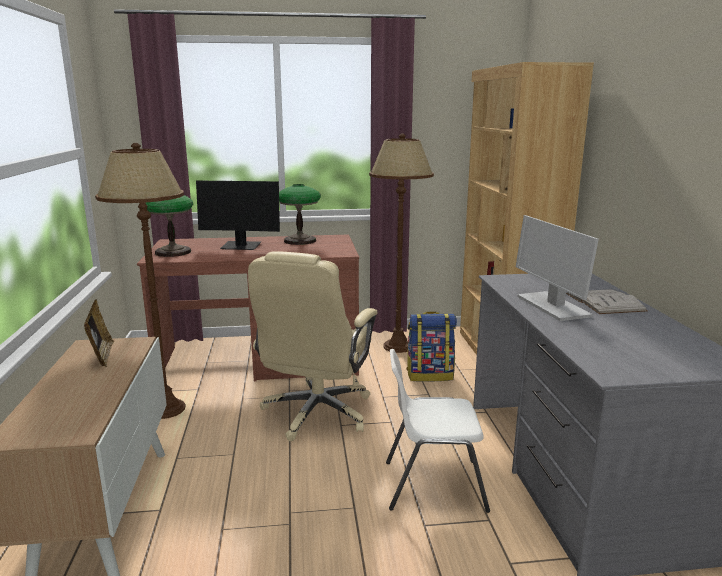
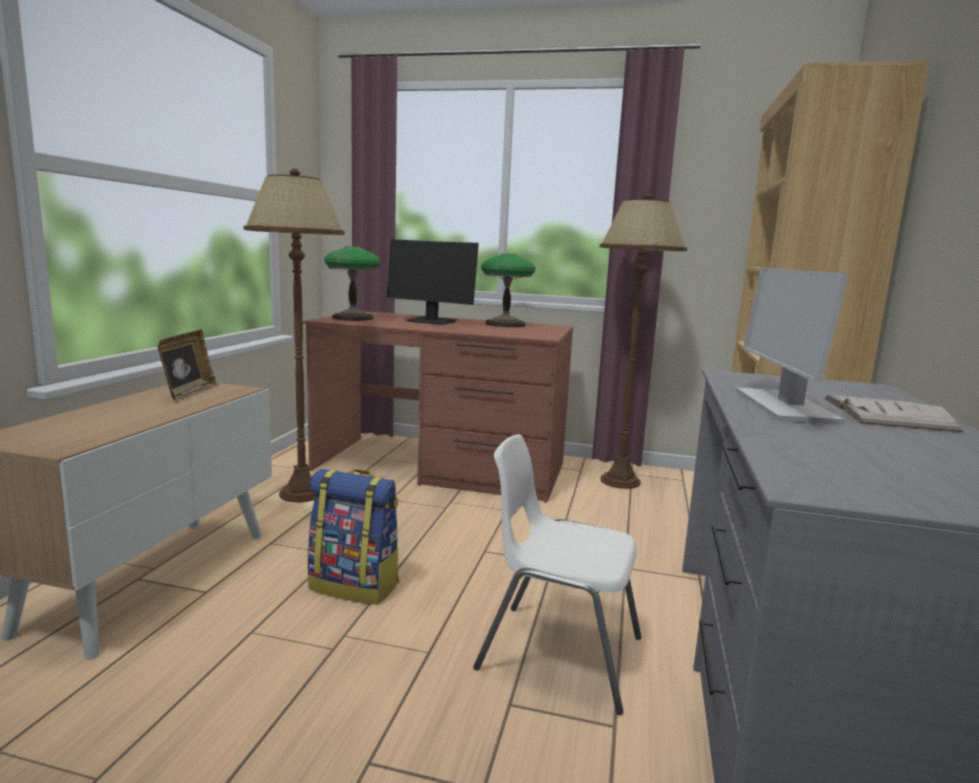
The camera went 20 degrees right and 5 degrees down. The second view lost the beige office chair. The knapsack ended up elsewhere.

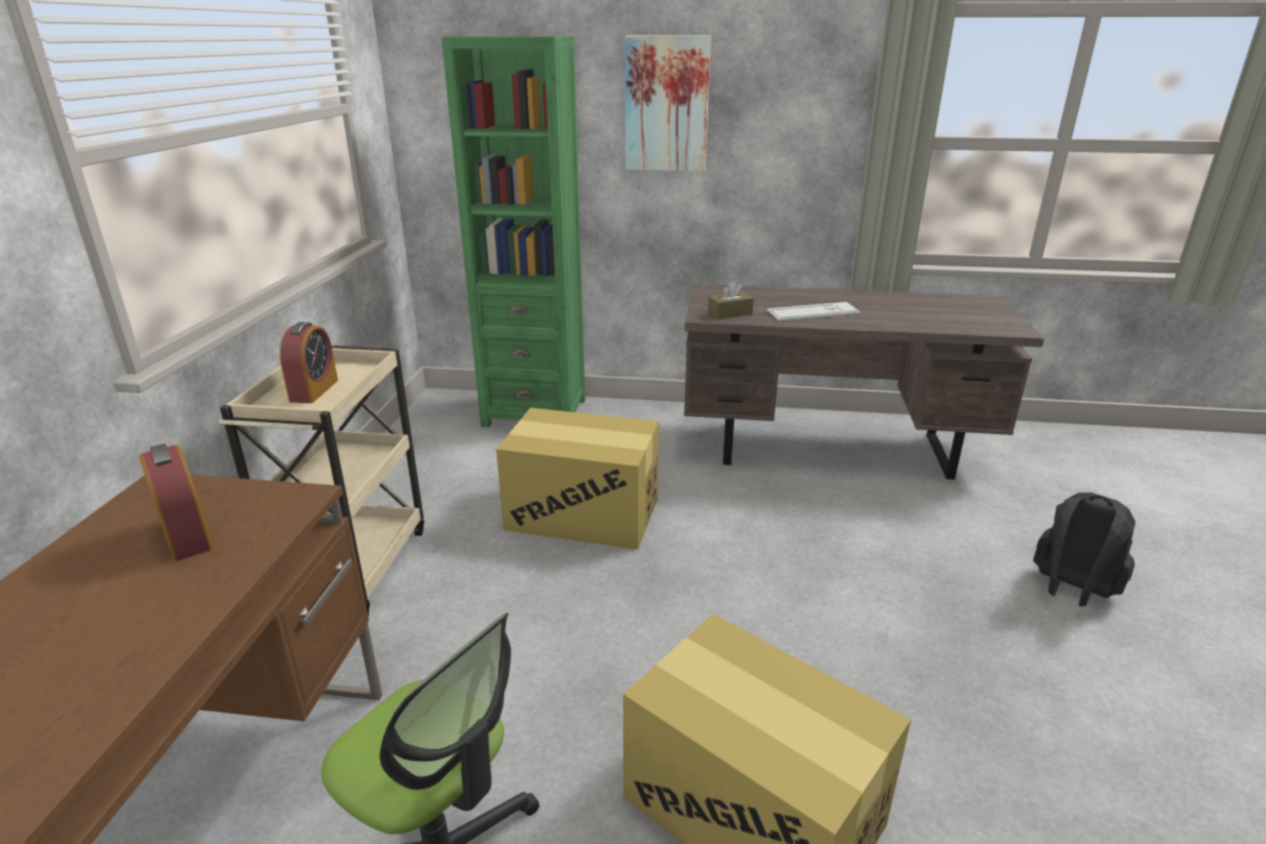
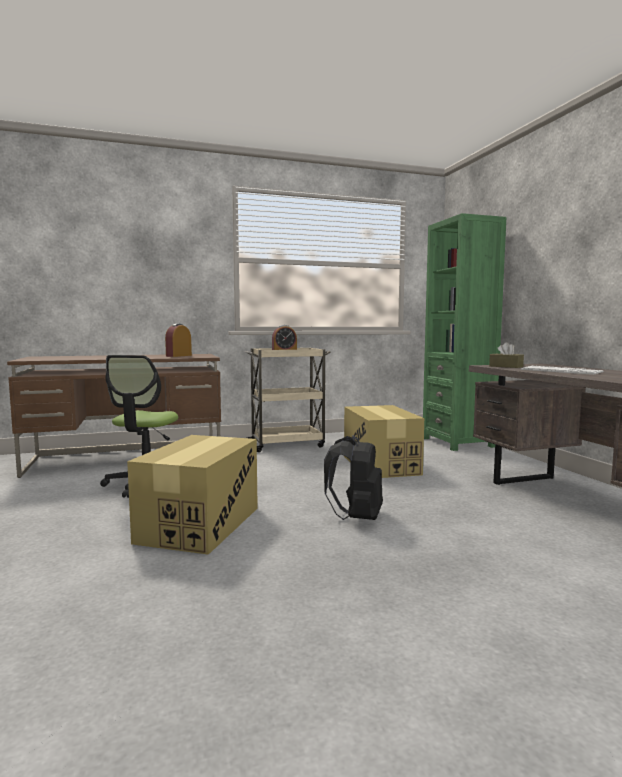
The camera went 65 degrees right and 20 degrees down. The second view lost the wall art. The black knapsack ended up elsewhere.

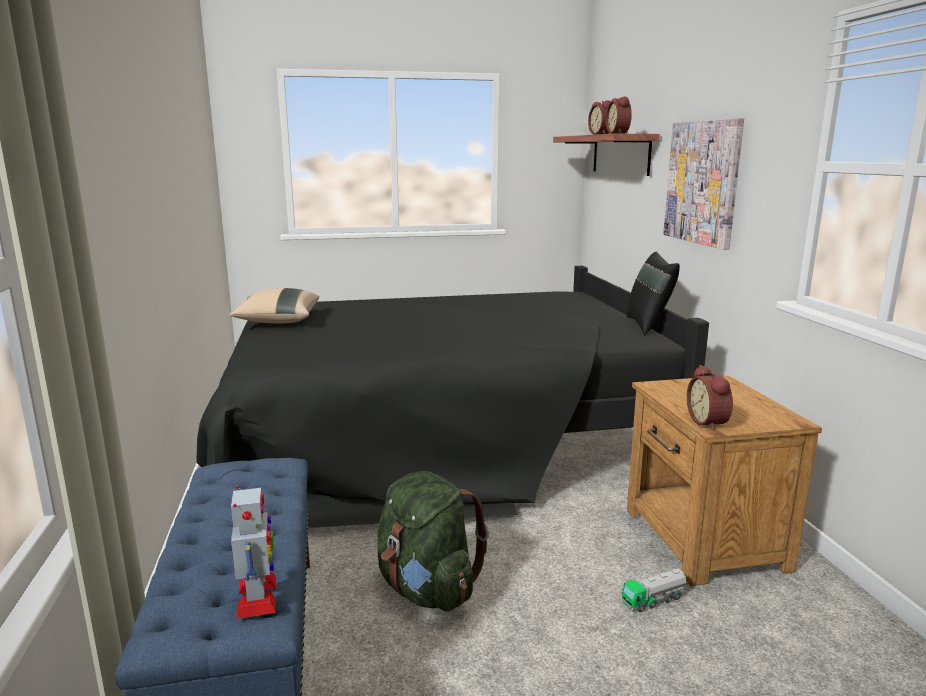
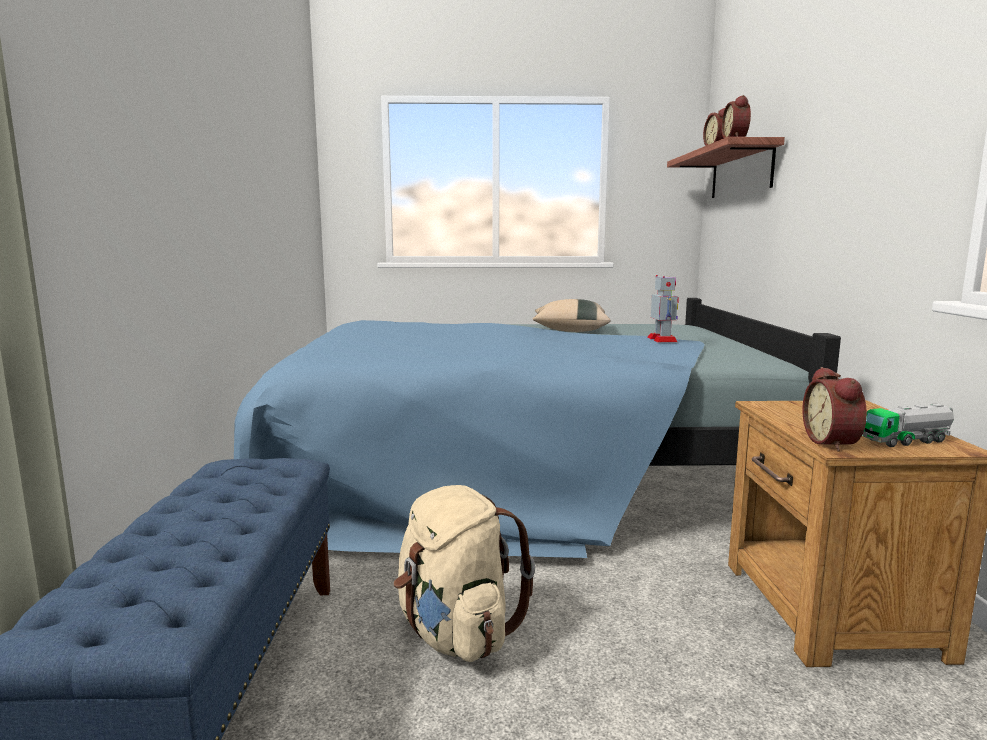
The camera went 10 degrees right and 5 degrees down. The second view lost the wall art. The second view lost the black cushion. What was the black bed turned into the blue bed. The beige cushion ended up elsewhere. What was the green-coloured knapsack turned into the beige knapsack. The toy robot ended up elsewhere. The toy truck ended up elsewhere.

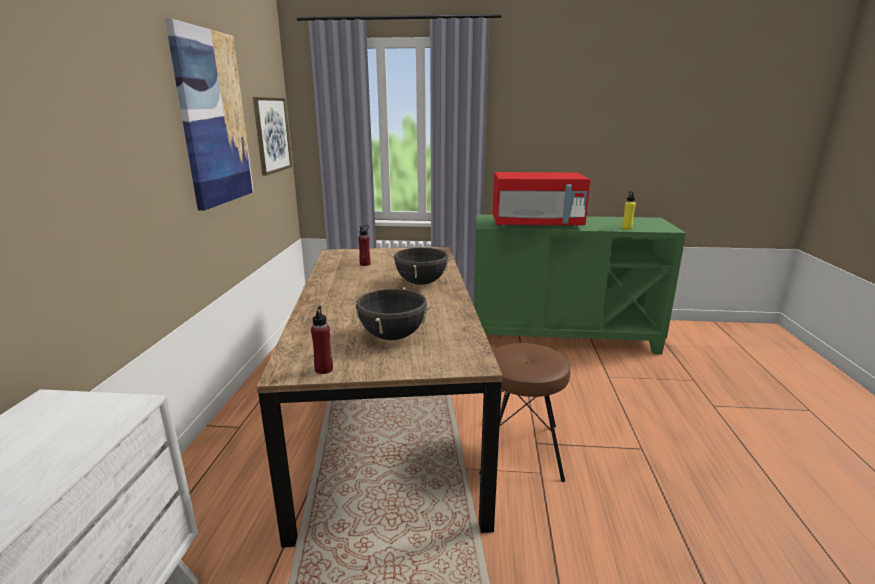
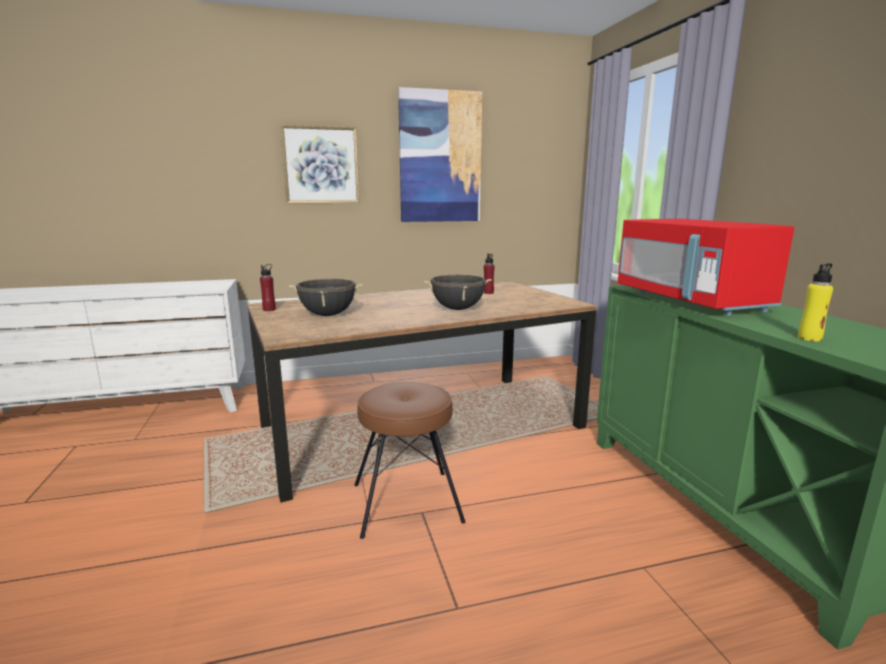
The camera went 70 degrees right and 5 degrees down. The wall art (no. 2 from left in the first image) ended up elsewhere.

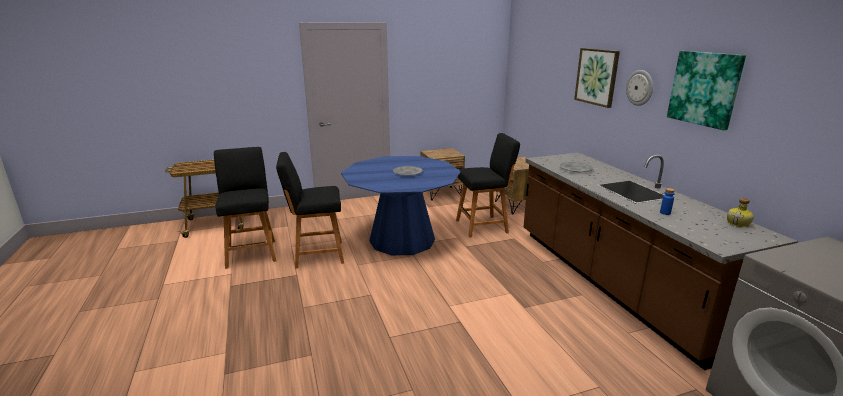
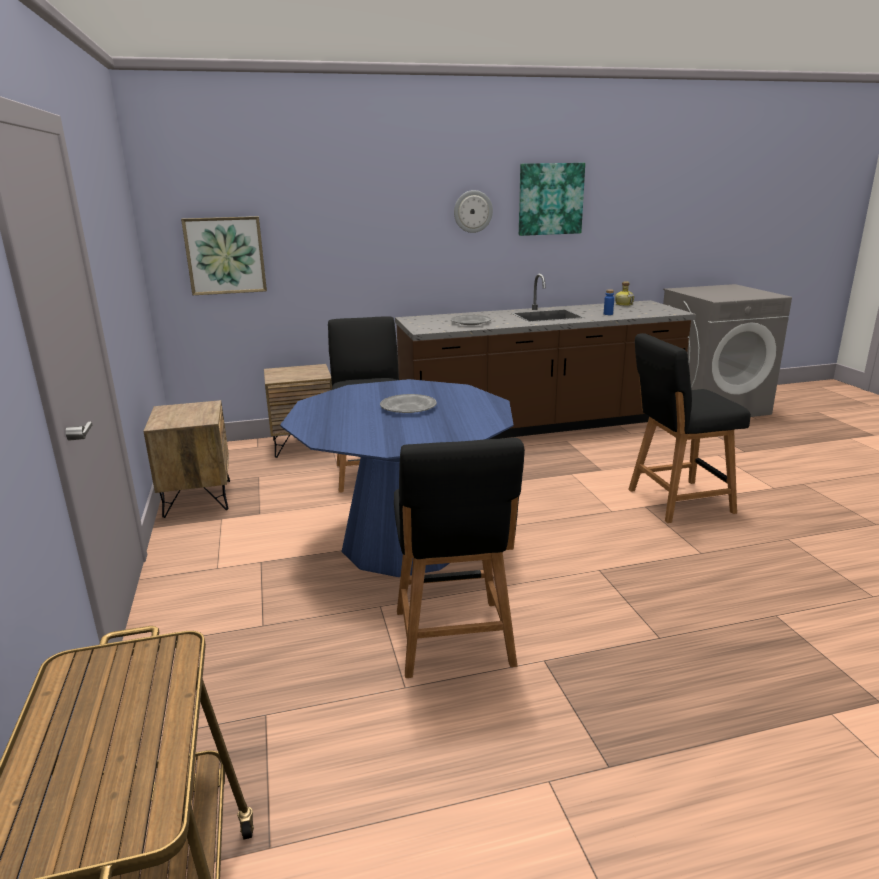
The camera went 85 degrees left and 0 degrees up. The wall art (no. 1 from left) ended up elsewhere. The black sitting stool (no. 1 from left in the first image) ended up elsewhere.

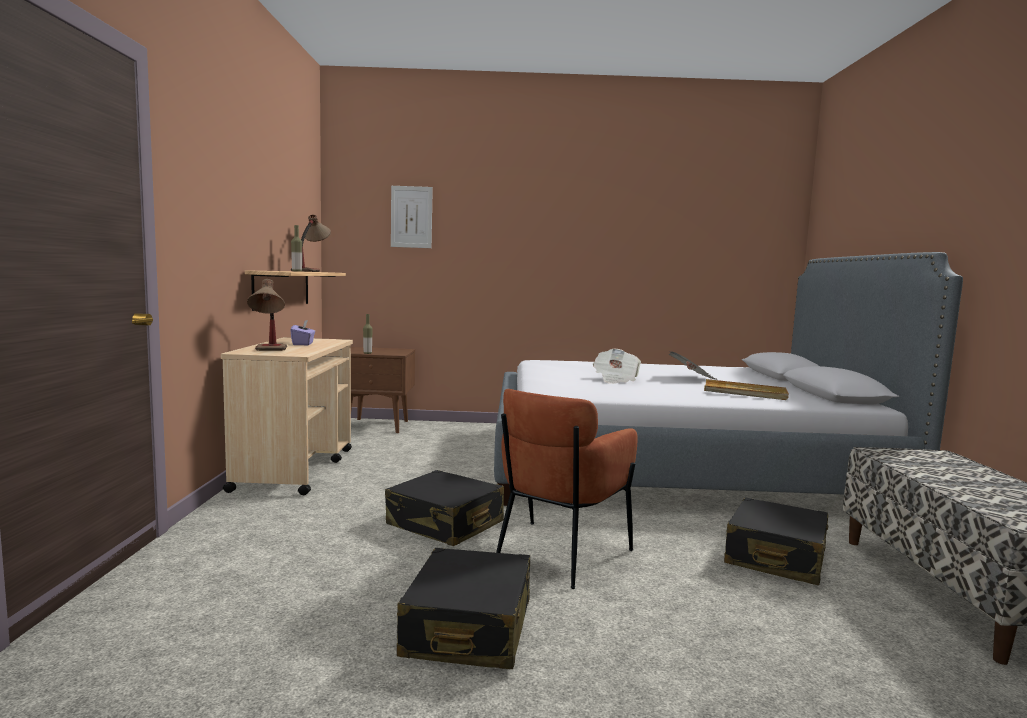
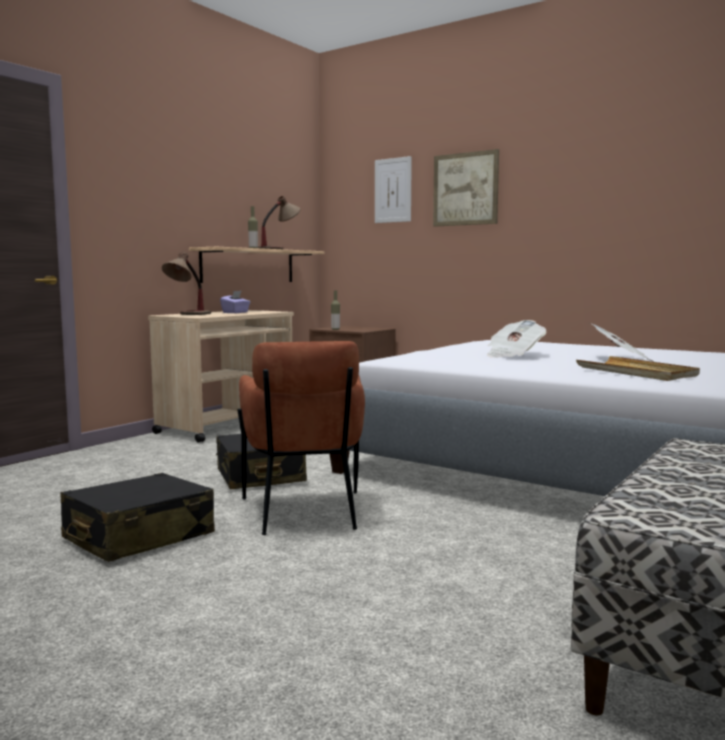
The camera went 35 degrees right and 0 degrees up. The brown-coloured armchair ended up facing another way, 75 degrees counterclockwise from before. The second view lost the black travel case (no. 3 from left). The second view gained the wall art (no. 2 from left).

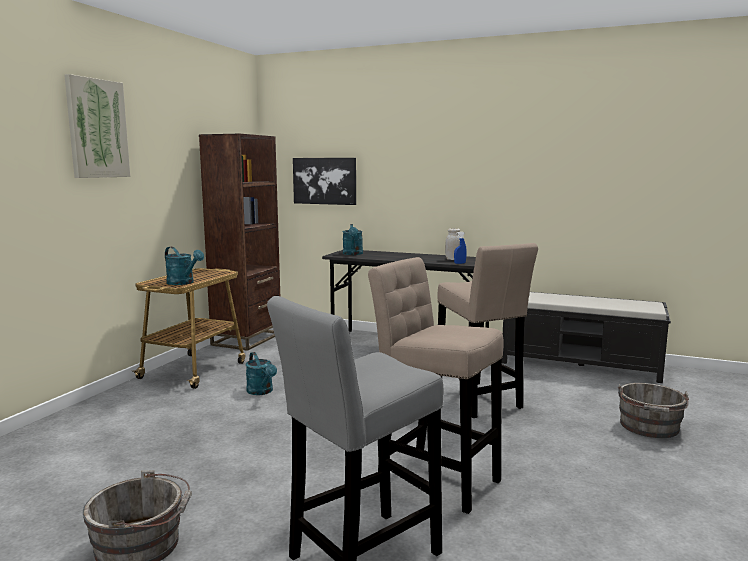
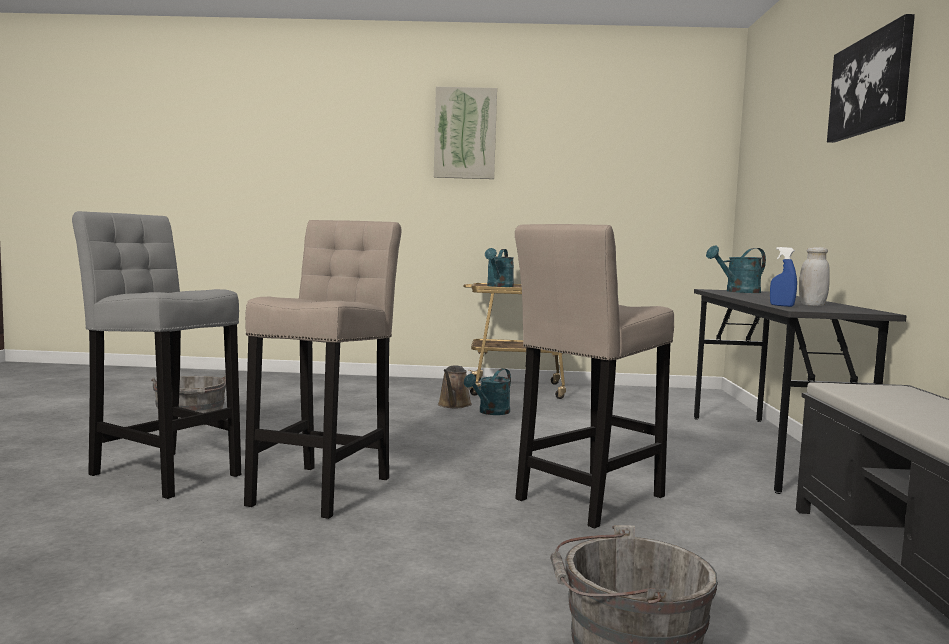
The camera went 70 degrees right and 5 degrees down. The second view lost the brown-coloured bookcase. The wall art (no. 2 from left) ended up elsewhere. The second view gained the brown-coloured watering pot.

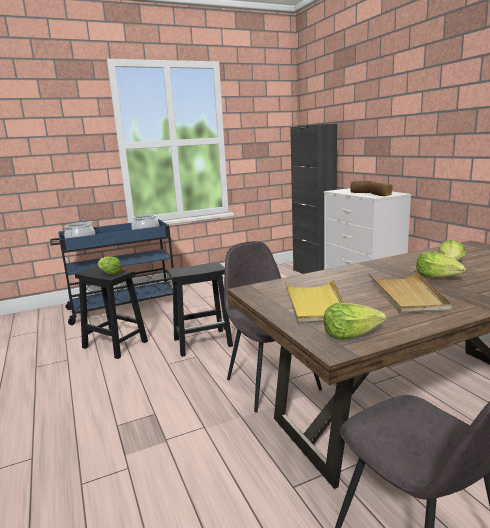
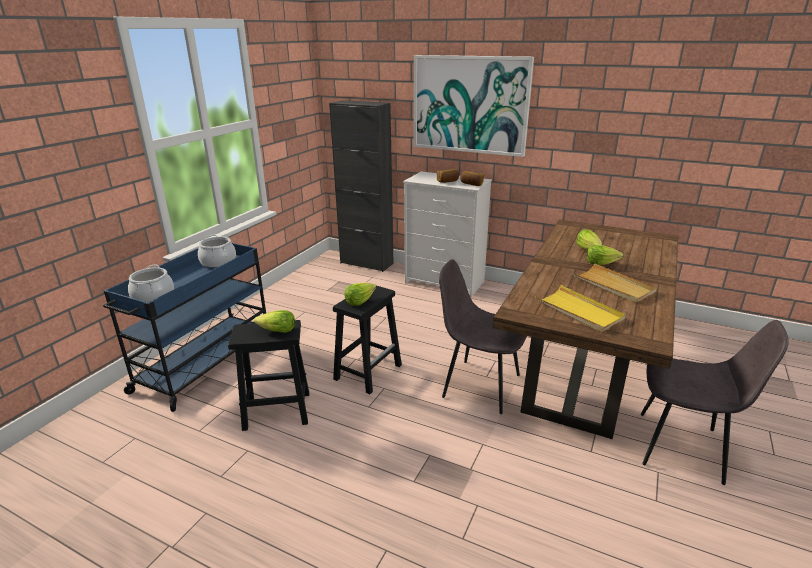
The camera went 40 degrees left and 10 degrees up. The lettuce (no. 2 from left) ended up elsewhere. The second view gained the wall art.

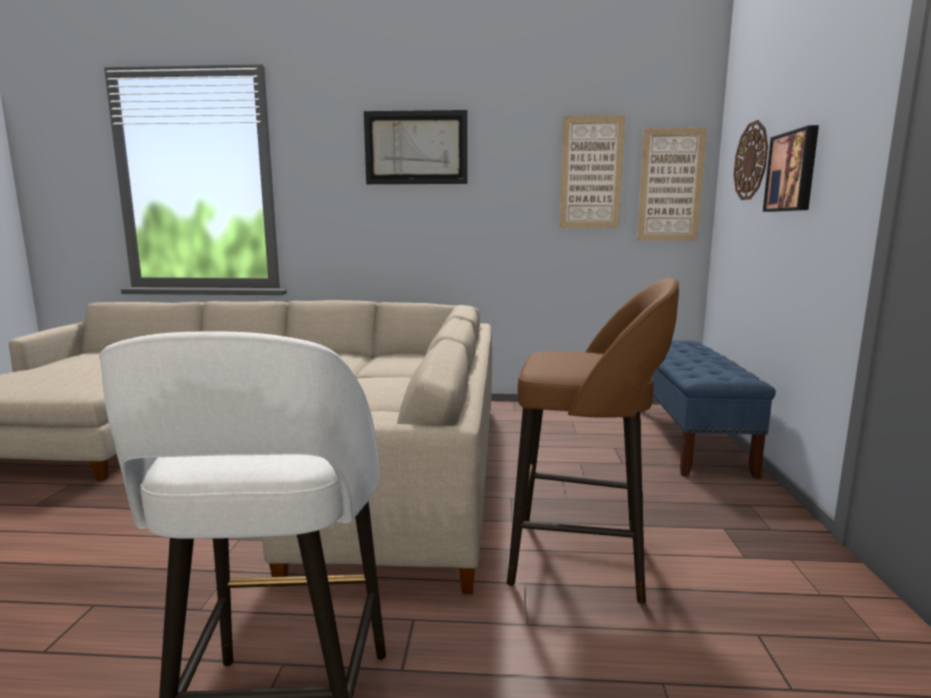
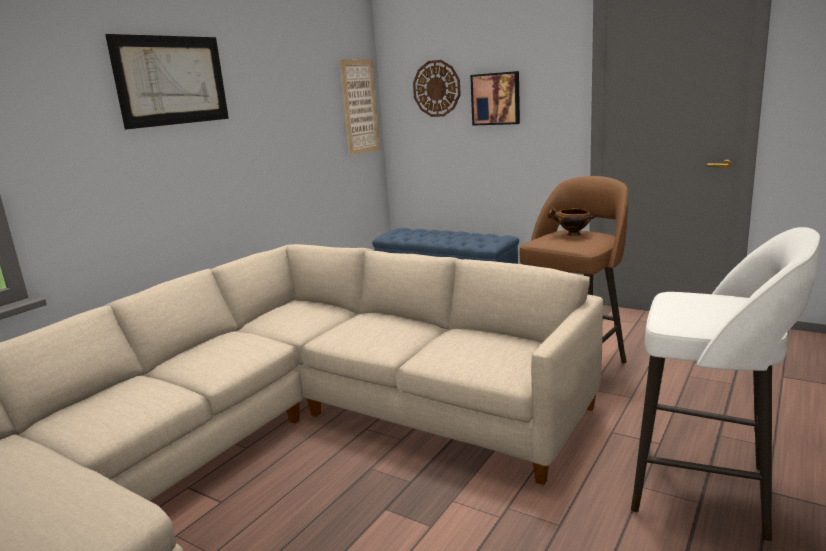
The camera went 60 degrees left and 5 degrees up. The second view lost the wall art (no. 2 from left). The second view gained the bowl.

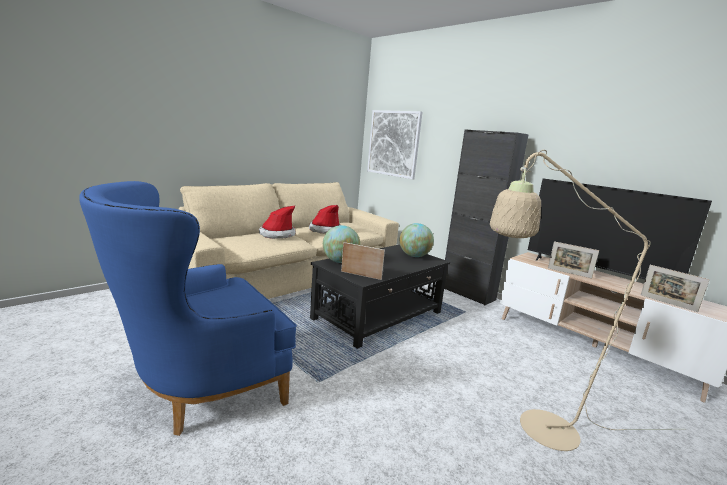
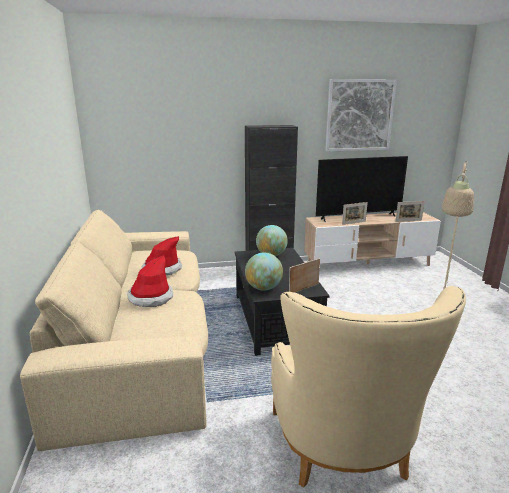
The camera went 55 degrees left and 5 degrees up. The wall art ended up elsewhere. What was the blue armchair turned into the beige armchair.

